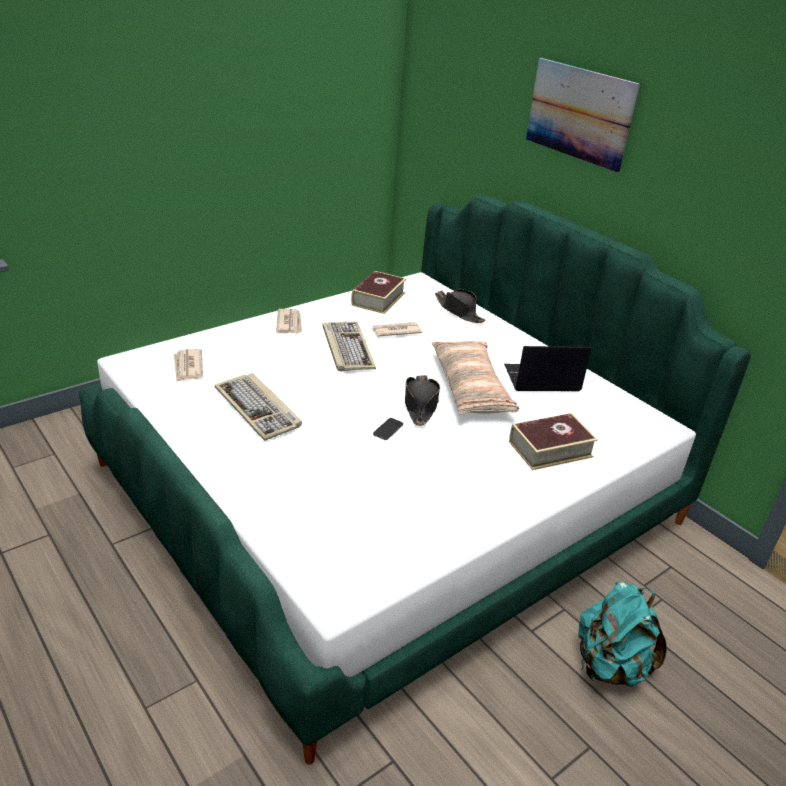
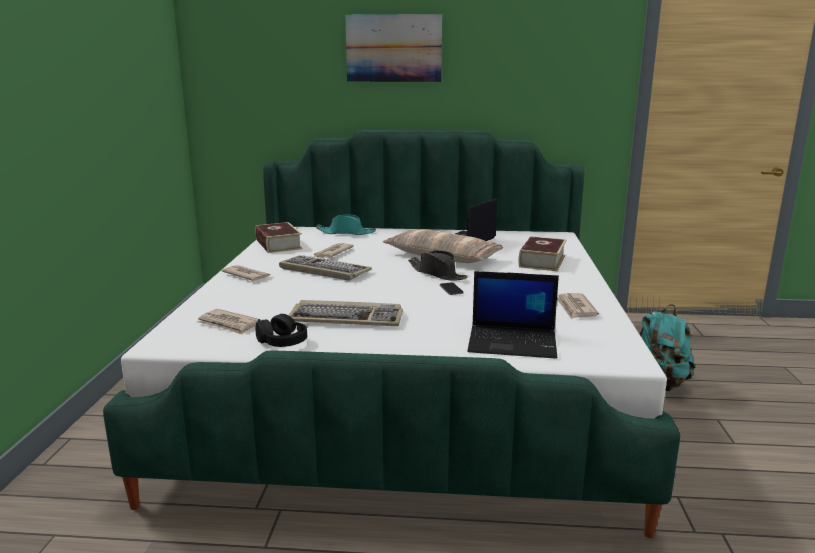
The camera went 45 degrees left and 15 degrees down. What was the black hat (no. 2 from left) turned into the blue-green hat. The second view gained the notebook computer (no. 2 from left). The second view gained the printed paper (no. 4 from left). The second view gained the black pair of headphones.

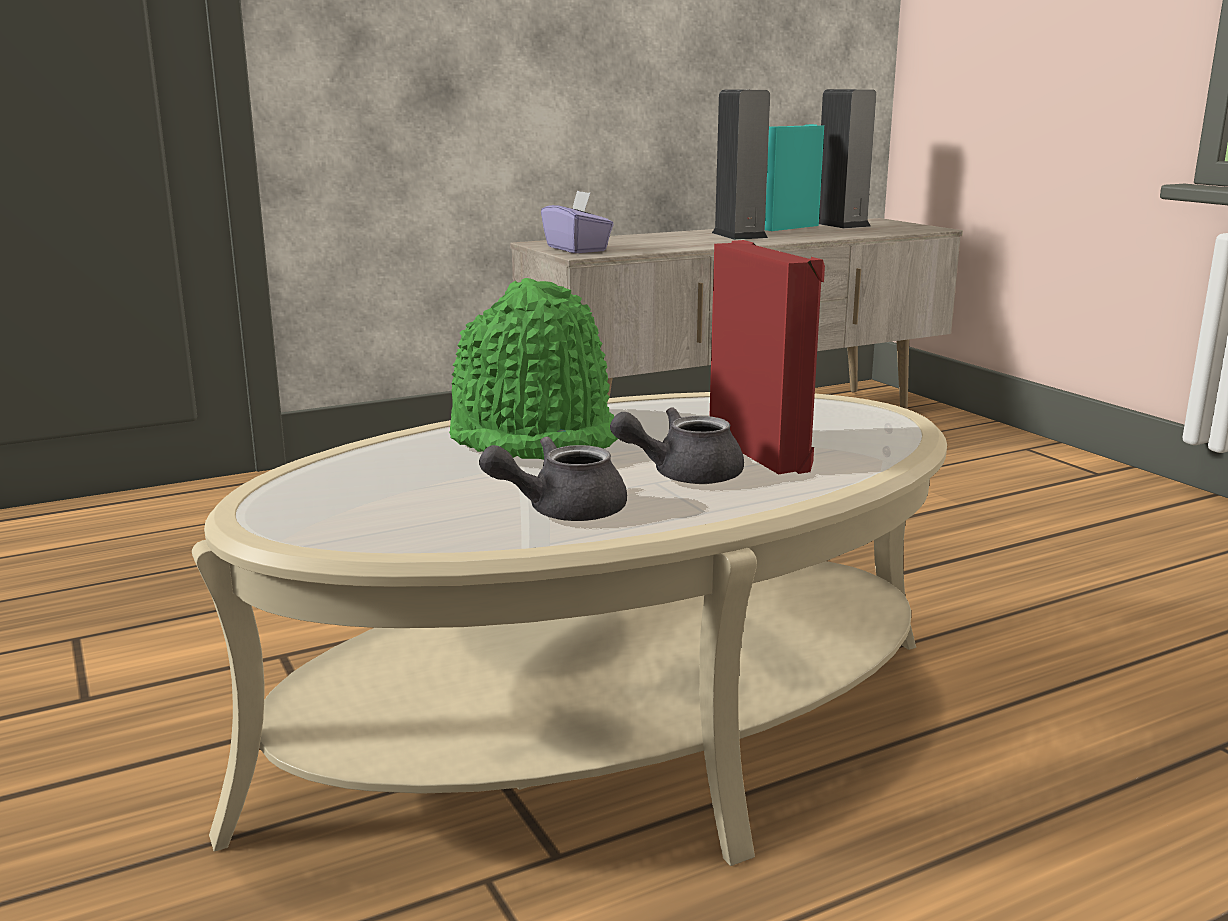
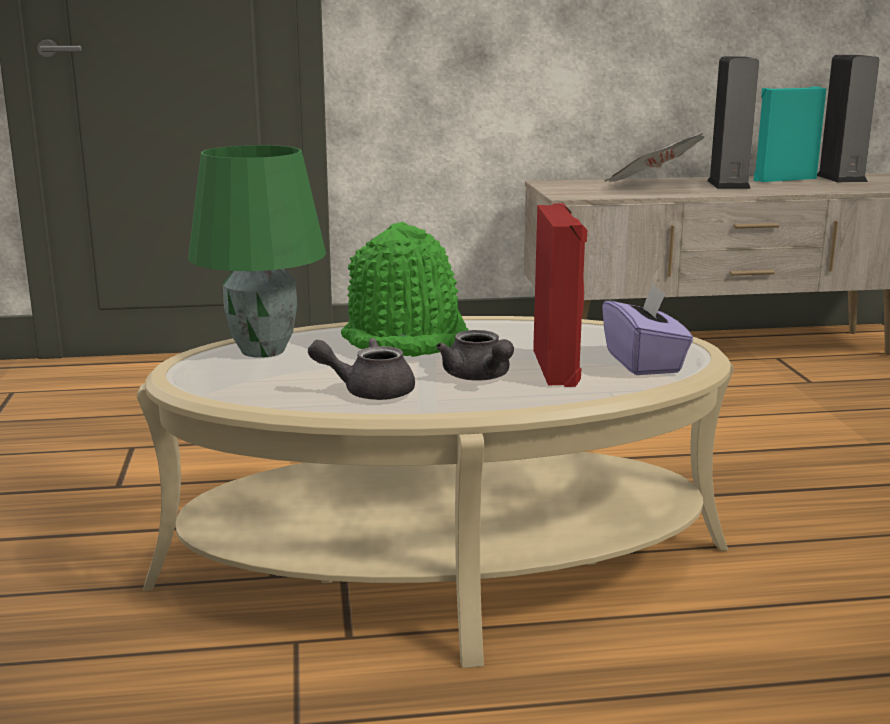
The camera went 20 degrees right and 0 degrees up. The purplish tissue box ended up elsewhere. The greyish tea pot (no. 2 from left) ended up facing another way, 120 degrees counterclockwise from before. The second view gained the printed paper. The second view gained the green-coloured lamp for a table.

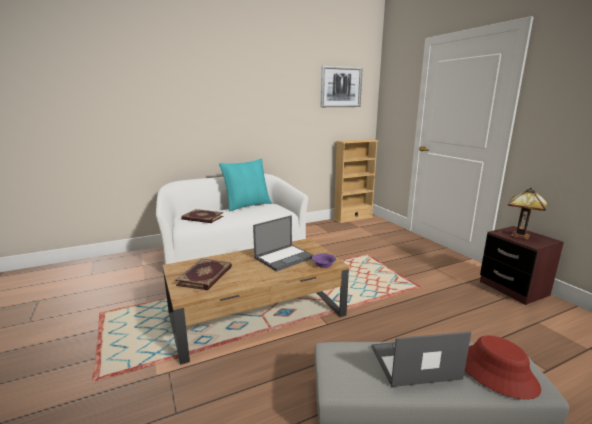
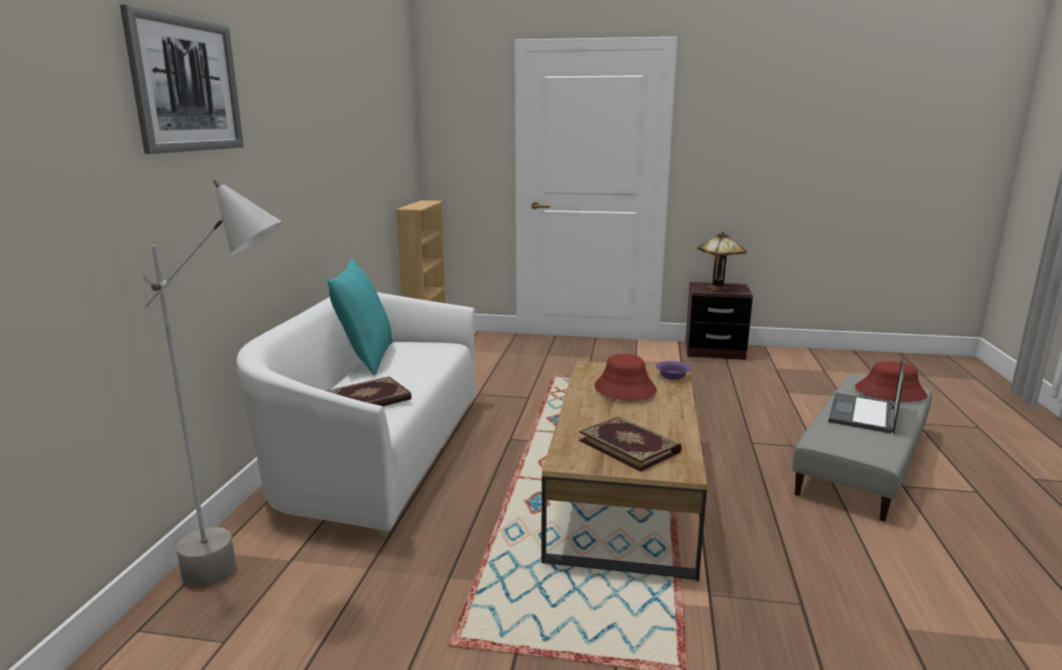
The camera went 55 degrees left and 0 degrees up. The wall art ended up elsewhere. Where the notebook computer (no. 1 from left) stood, the red hat (no. 1 from left) came to stand. The second view gained the greyish standing lamp.

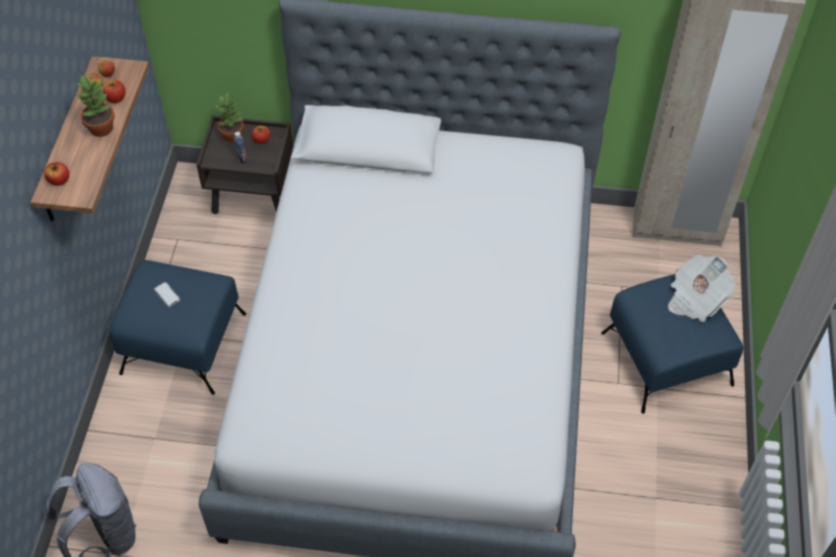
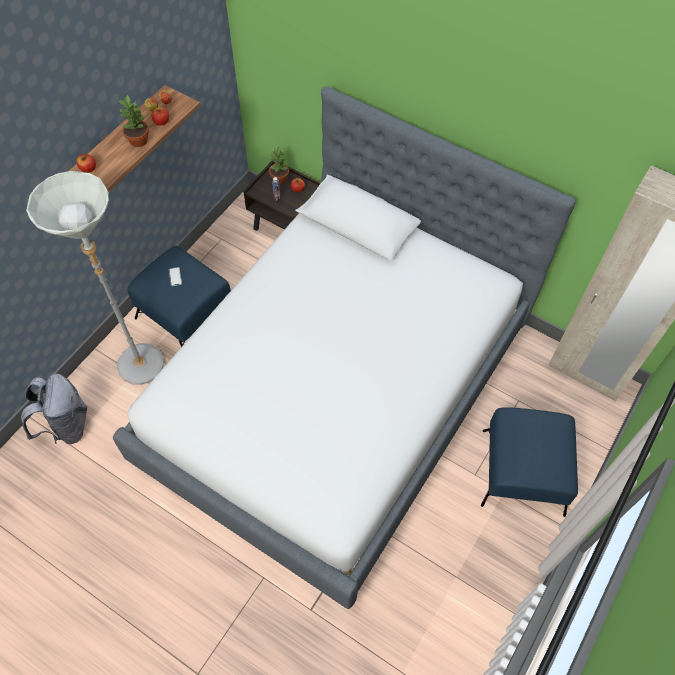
The camera went 25 degrees right and 5 degrees up. The second view lost the printed paper. The second view gained the greyish standing lamp.

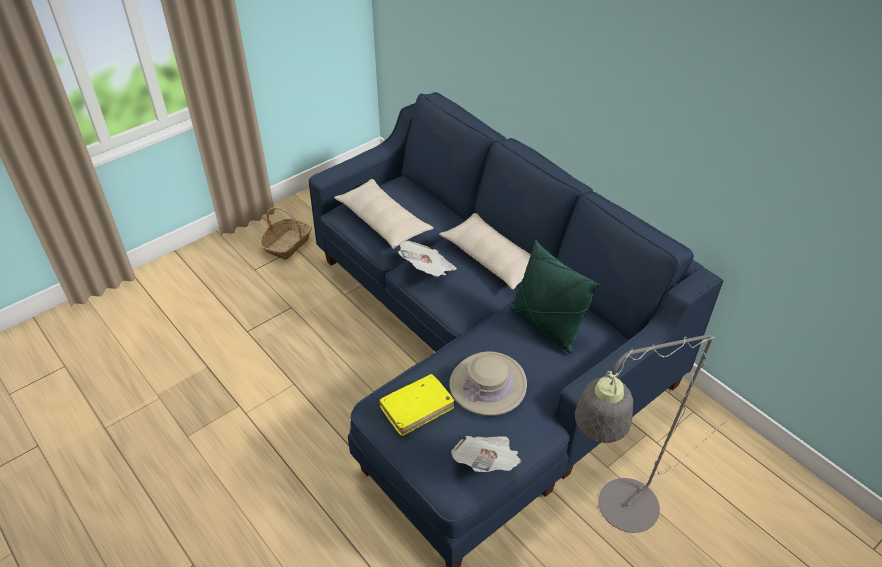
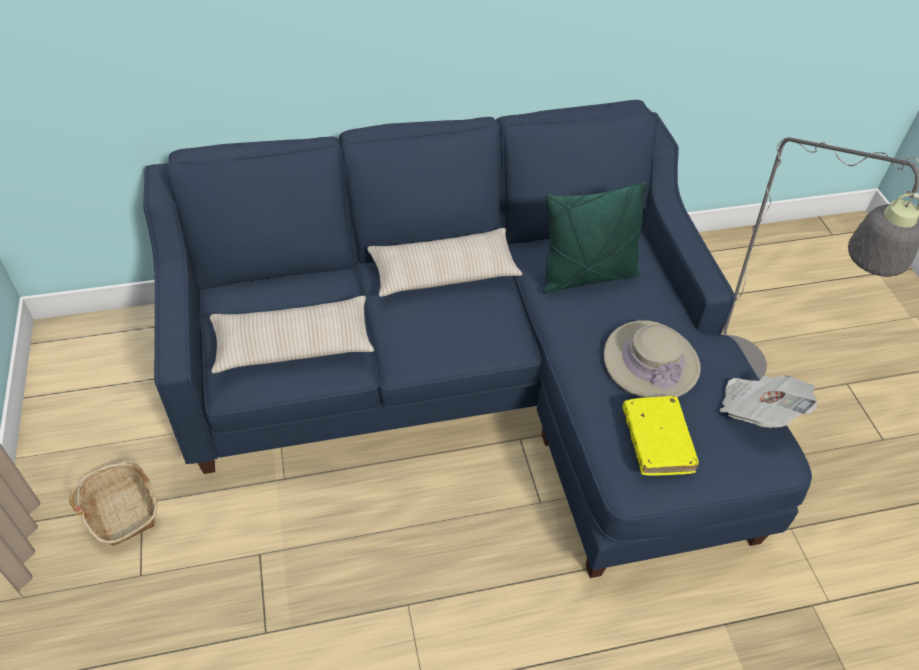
The camera went 65 degrees left and 5 degrees up. The second view lost the printed paper (no. 1 from left).

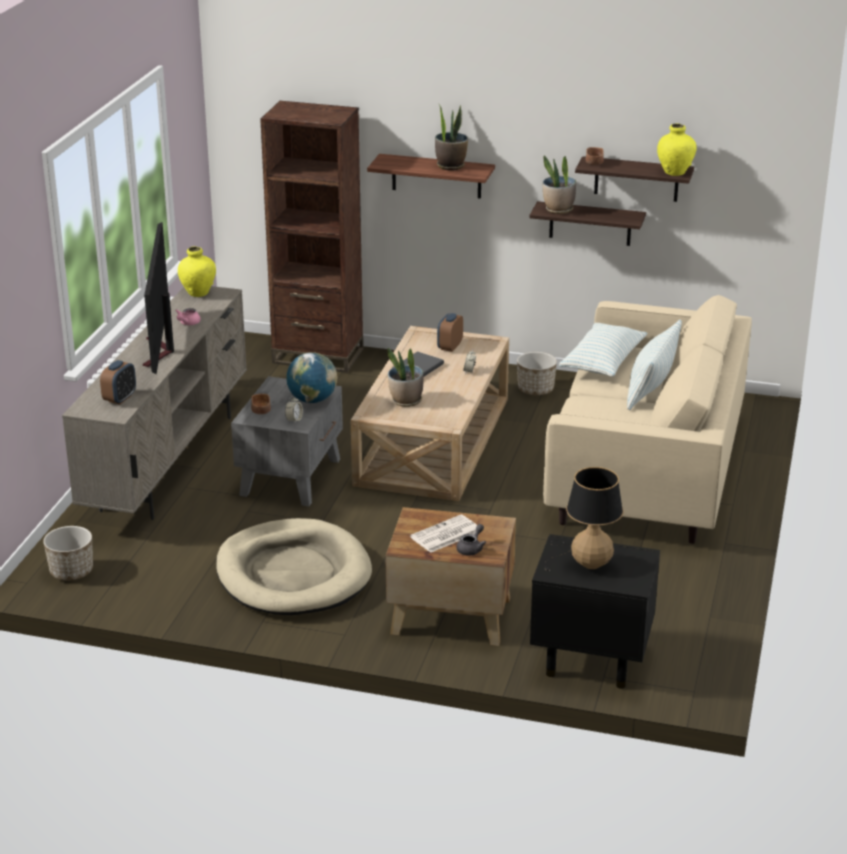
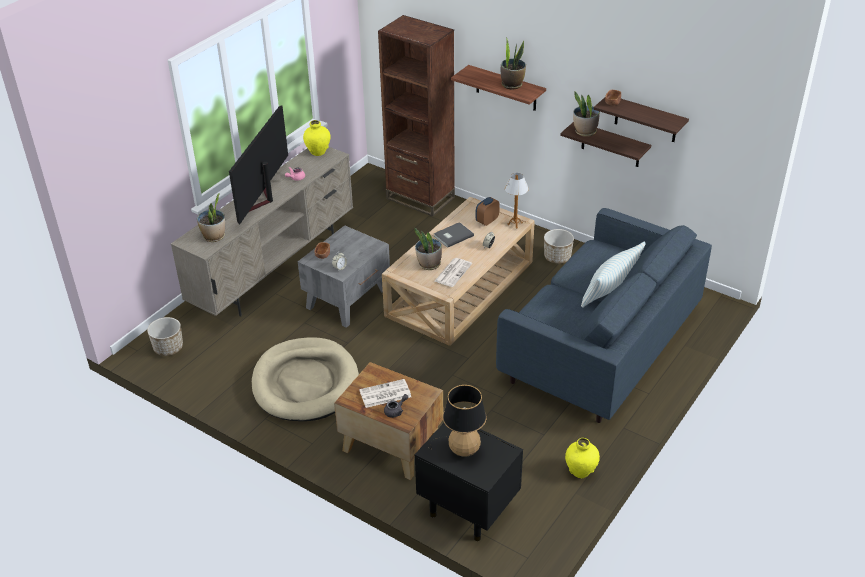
The camera went 20 degrees right and 10 degrees up. The yellow-coloured vase (no. 2 from left) ended up elsewhere. What was the beige sofa turned into the blue sofa. The second view lost the cushion (no. 1 from left). The second view lost the world globe. Where the bedside clock (no. 1 from left) stood, the potted plant (no. 1 from left) came to stand. The second view gained the lamp for a table (no. 2 from left). The second view gained the printed paper (no. 2 from left).

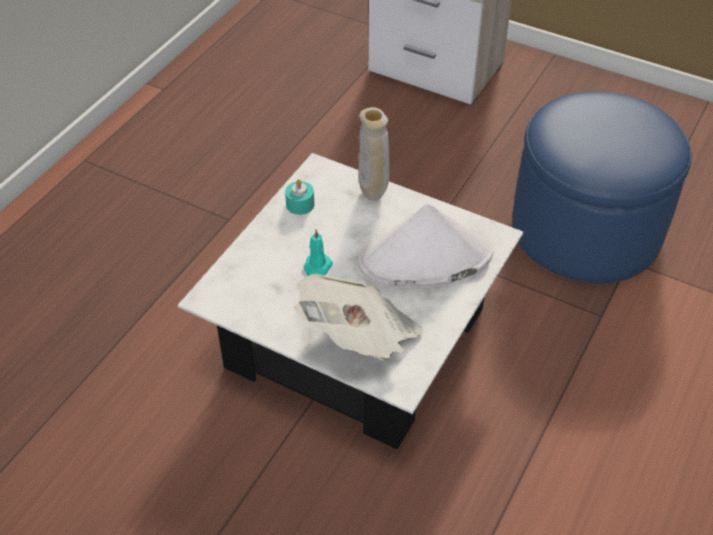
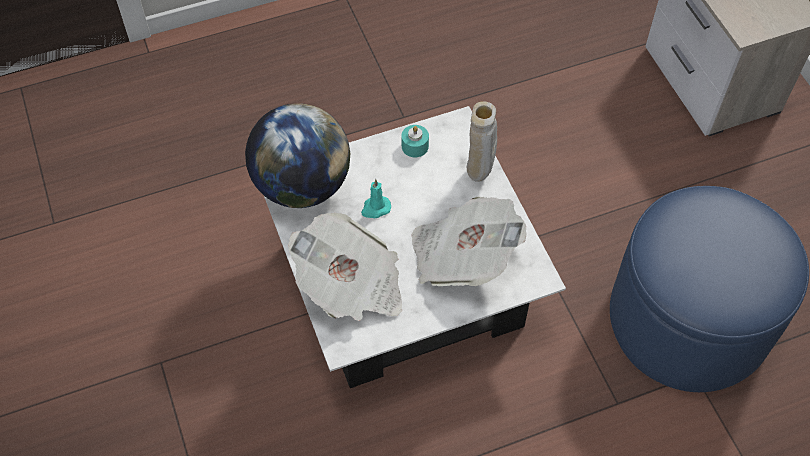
The camera went 40 degrees right and 10 degrees up. Where the white-coloured hat stood, the printed paper (no. 2 from left) came to stand. The second view gained the world globe.

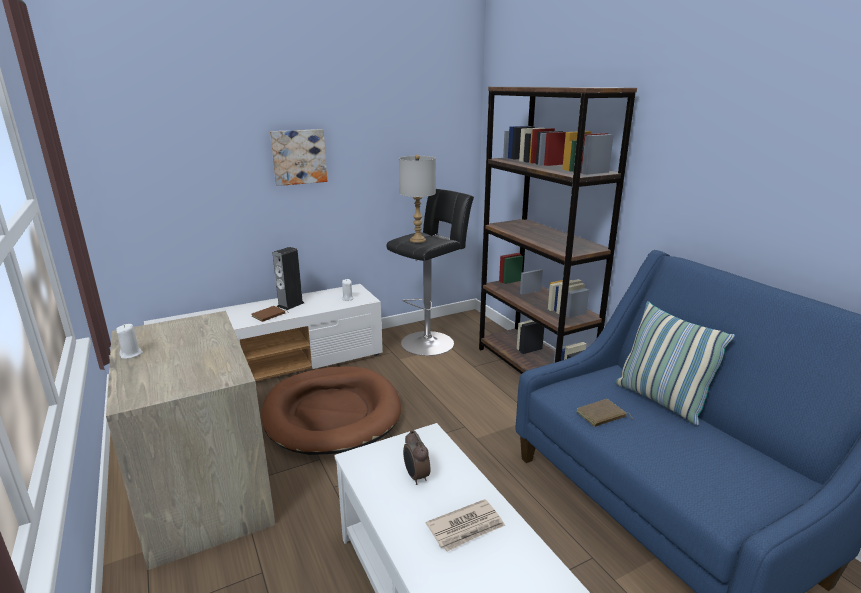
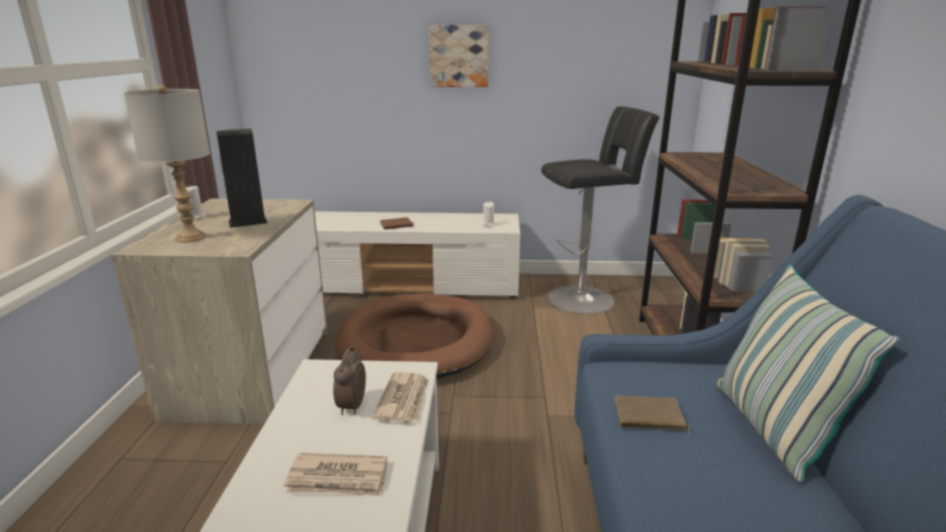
The camera went 30 degrees right and 0 degrees up. The greyish lamp for a table ended up elsewhere. The speaker ended up elsewhere. The second view gained the printed paper (no. 2 from left).

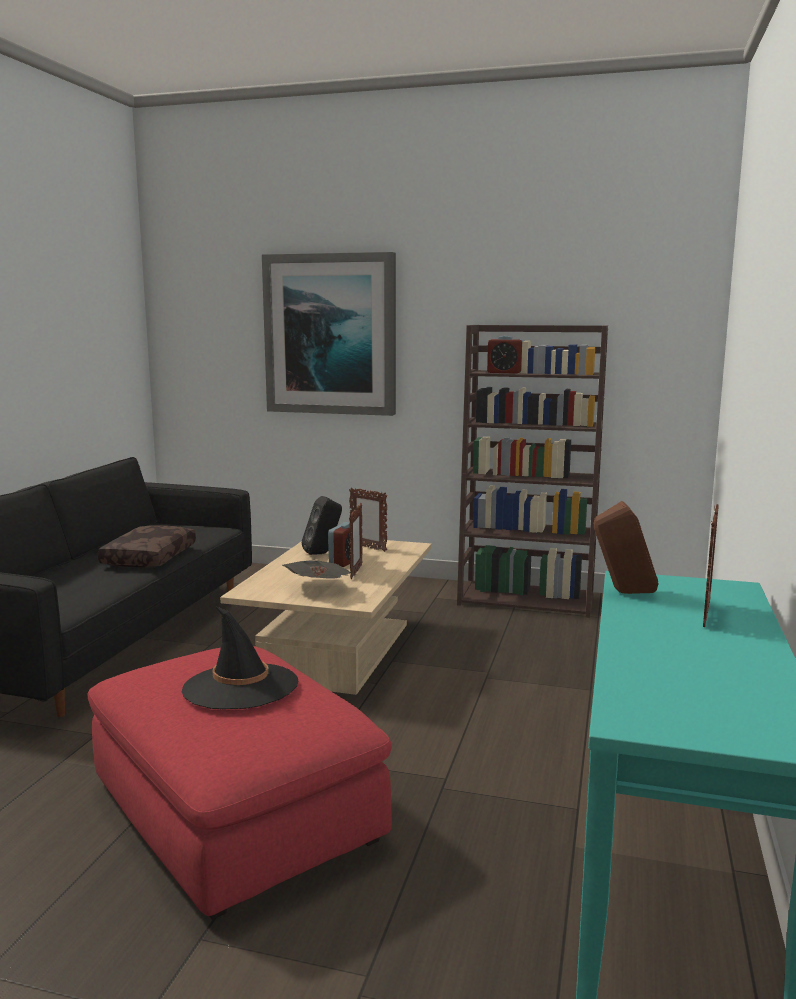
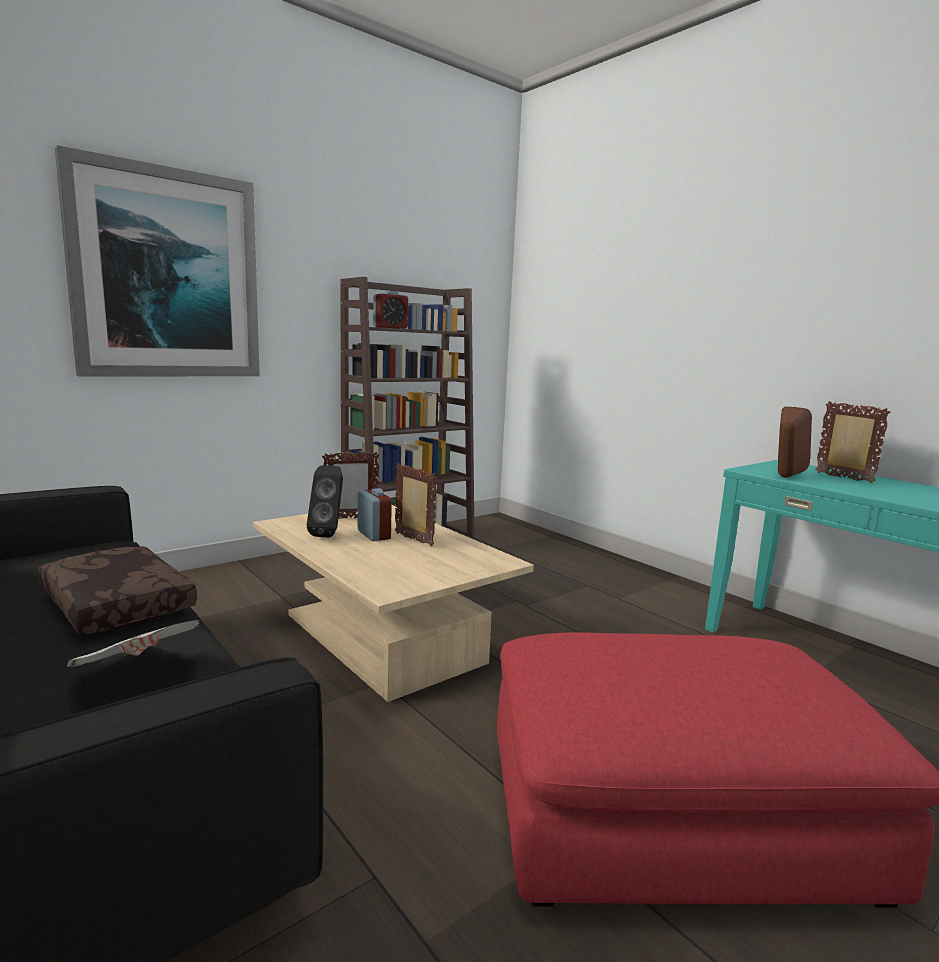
The camera went 55 degrees left and 0 degrees up. The printed paper ended up elsewhere. The second view lost the black hat.

